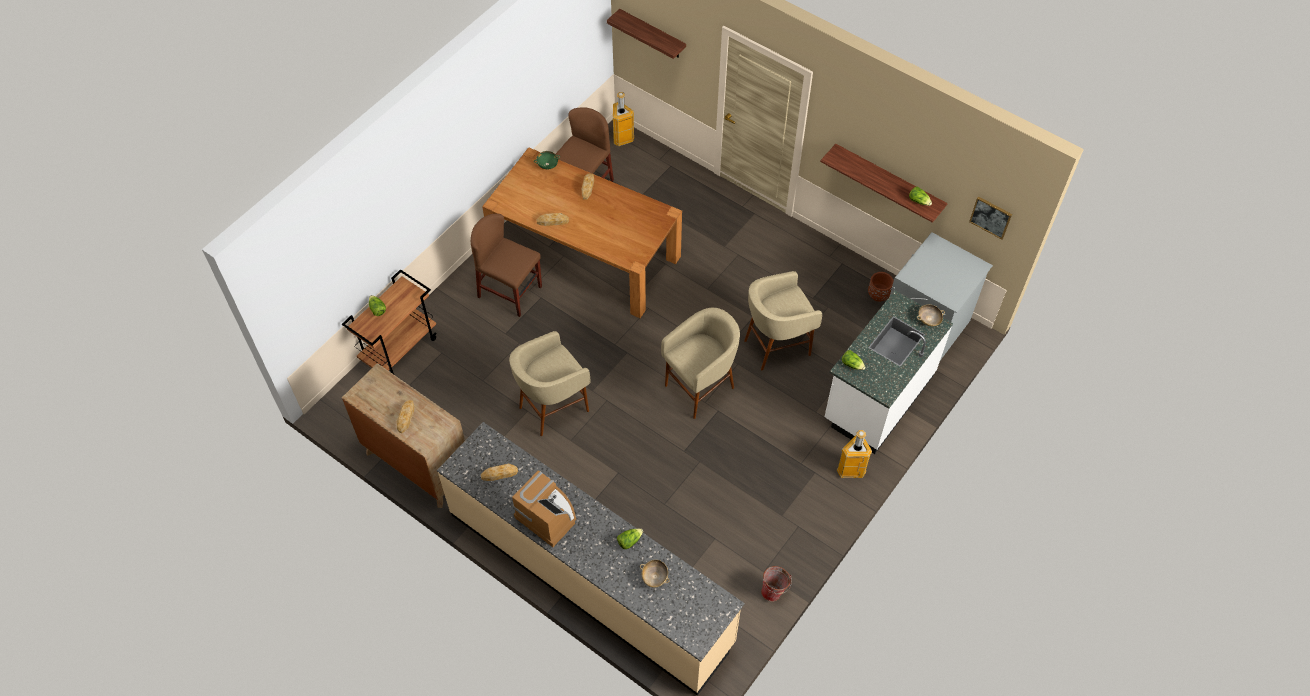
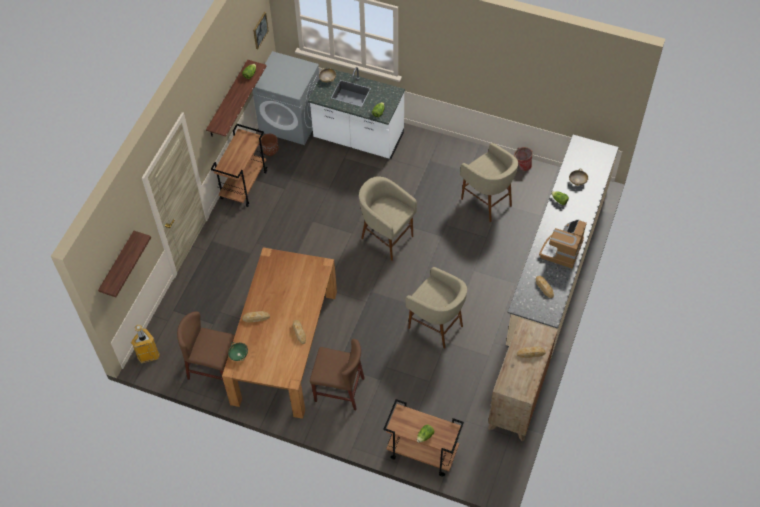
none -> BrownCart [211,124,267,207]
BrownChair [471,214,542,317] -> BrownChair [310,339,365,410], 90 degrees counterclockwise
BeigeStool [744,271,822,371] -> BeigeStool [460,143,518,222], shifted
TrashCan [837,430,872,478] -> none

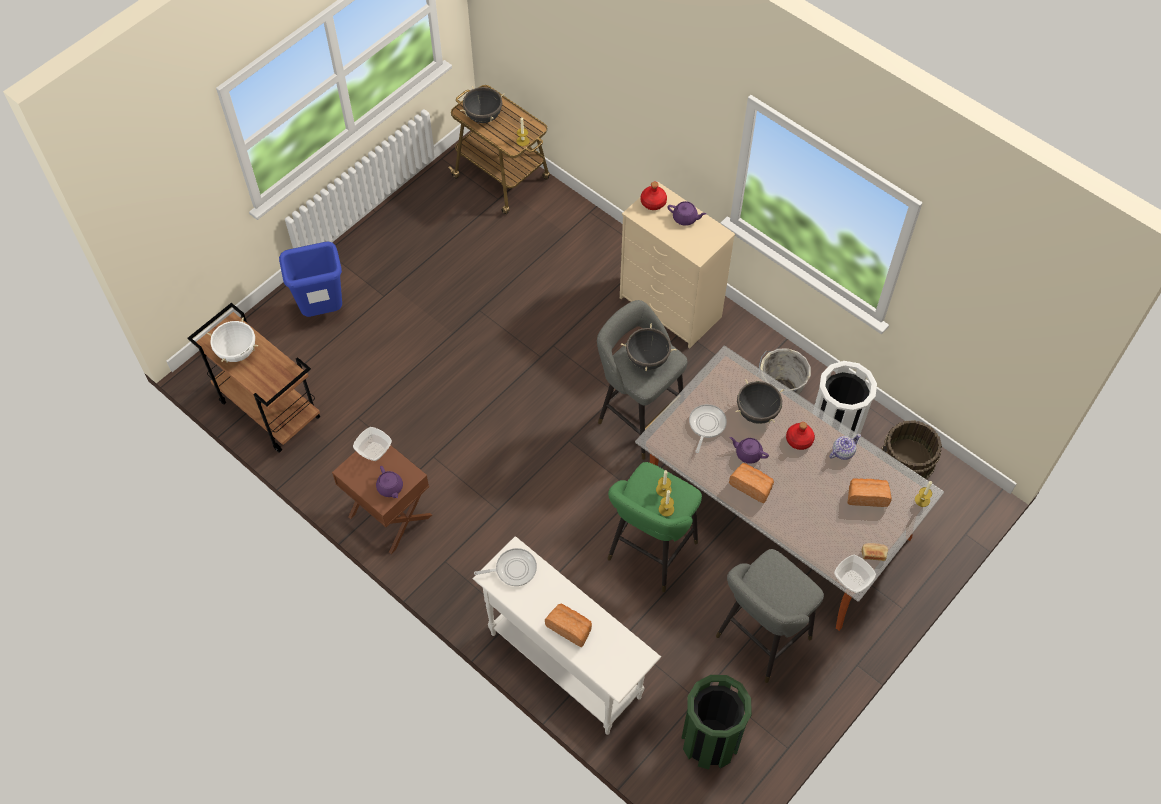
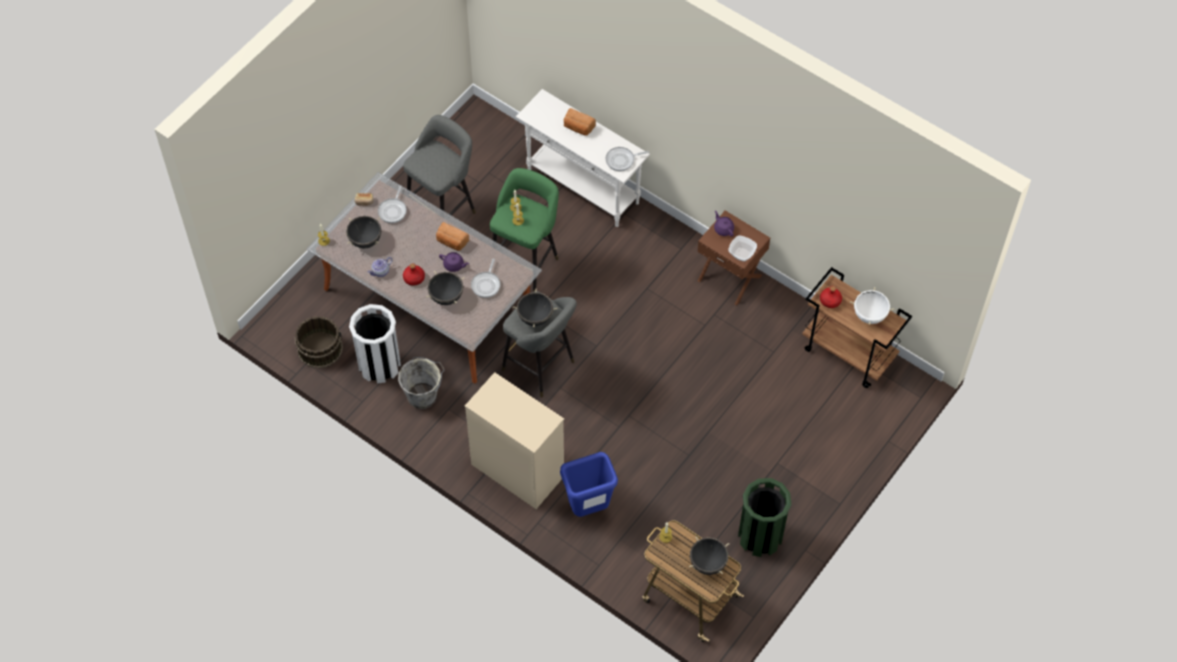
Bread [847,478,892,507] -> BlackCookingPot [346,216,381,249]
none -> FryingPan [378,186,407,223]
BlueTrashCan [279,242,342,317] -> BlueTrashCan [560,452,618,517], shifted
GreenTrashCan [681,675,752,770] -> GreenTrashCan [738,478,791,557], shifted
RedBottle [641,182,667,210] -> RedBottle [820,286,842,308], shifted
PurpleTeapot [667,201,706,226] -> none
Bowl [834,555,876,593] -> none

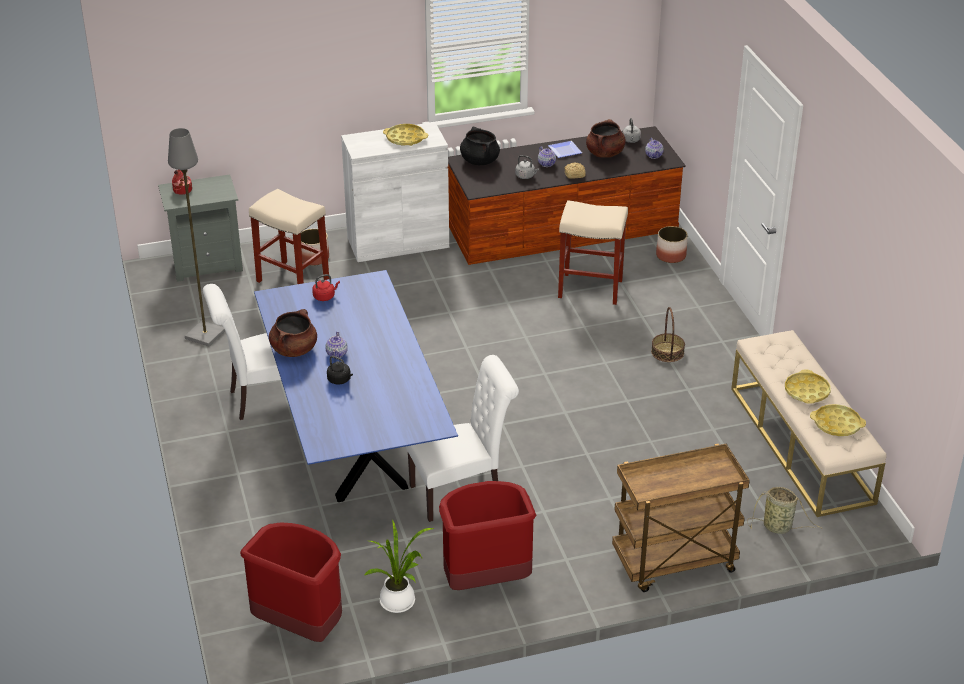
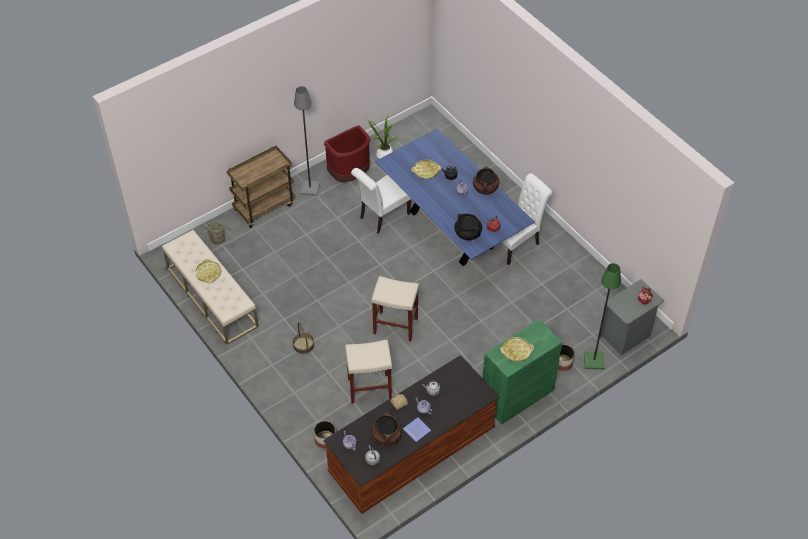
GreyFloorLamp [168,128,225,346] -> GreyFloorLamp [294,86,320,196], shifted
BeigeStool [249,189,329,284] -> BeigeStool [371,276,419,341], shifted
YellowTray [810,404,866,436] -> YellowTray [411,160,441,179], shifted
BlackCookingPot [460,127,500,165] -> BlackCookingPot [454,214,482,240], shifted
WhiteCabinet [341,122,449,262] -> GreenCabinet [482,319,562,425]
none -> GreenFloorLamp [584,263,621,369]
RedTrashCan [240,522,342,642] -> none

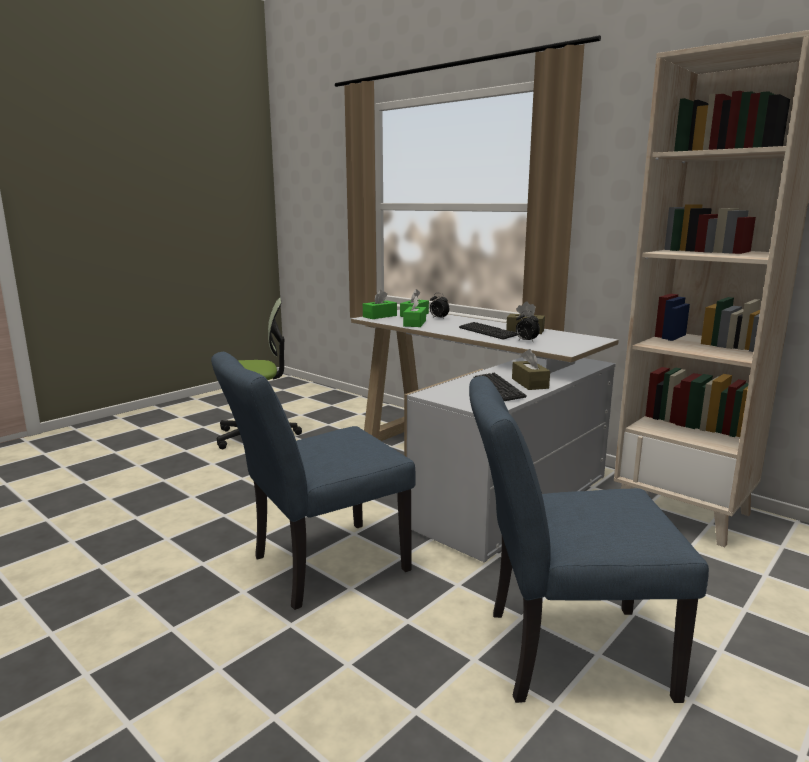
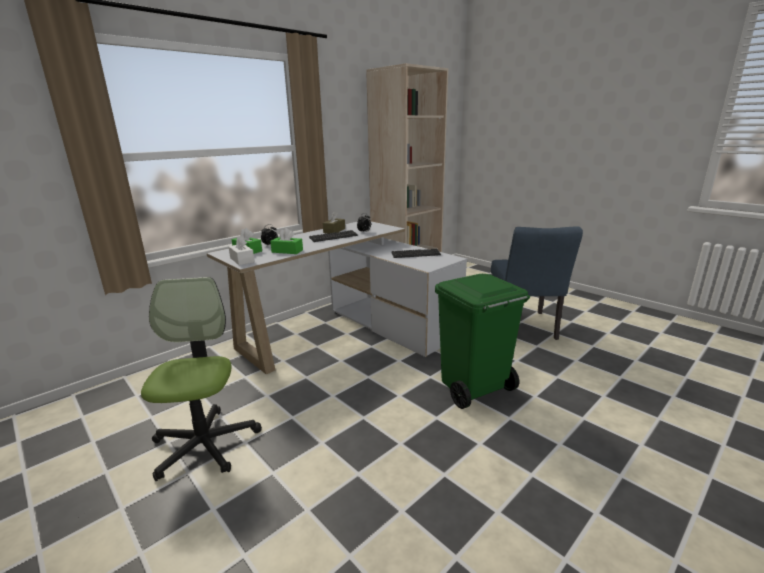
GreenTissueBox [363,290,397,319] -> WhiteTissueBox [228,236,255,265]
BlueChair [211,352,415,610] -> GreenTrashCan [435,274,530,409]
BrownTissueBox [512,349,550,390] -> none

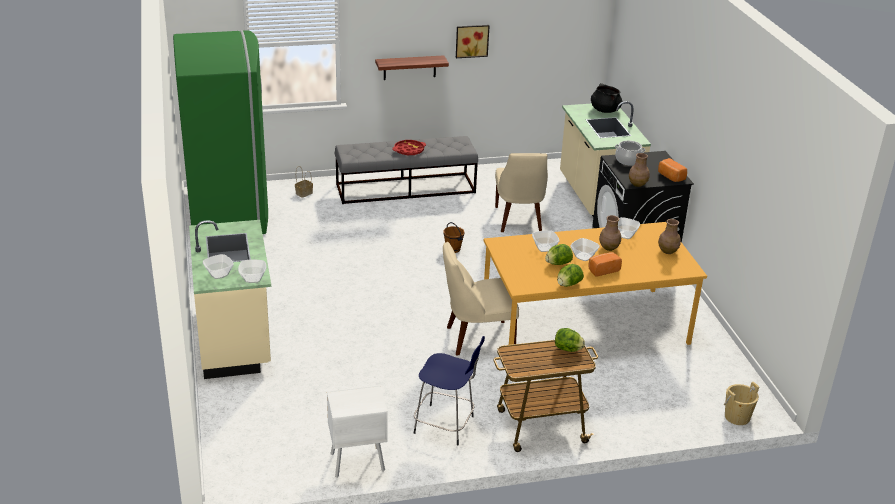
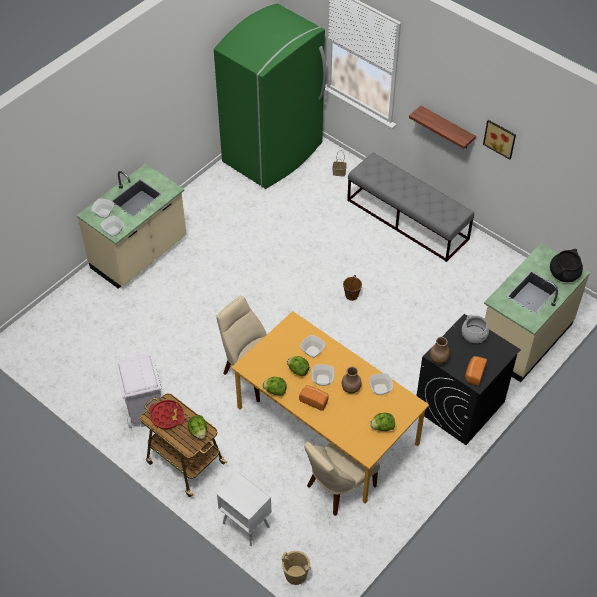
BlueStool [414,336,485,445] -> WhiteTrashCan [115,353,162,428]
RedTray [392,140,426,156] -> RedTray [149,400,185,429], shifted
WhiteNightstand [327,386,388,478] -> WhiteNightstand [217,473,271,546], shifted
BeigeChair [495,153,548,232] -> BeigeChair [304,441,380,516], shifted
BrownVase [658,219,681,254] -> Lettuce [370,413,395,431]

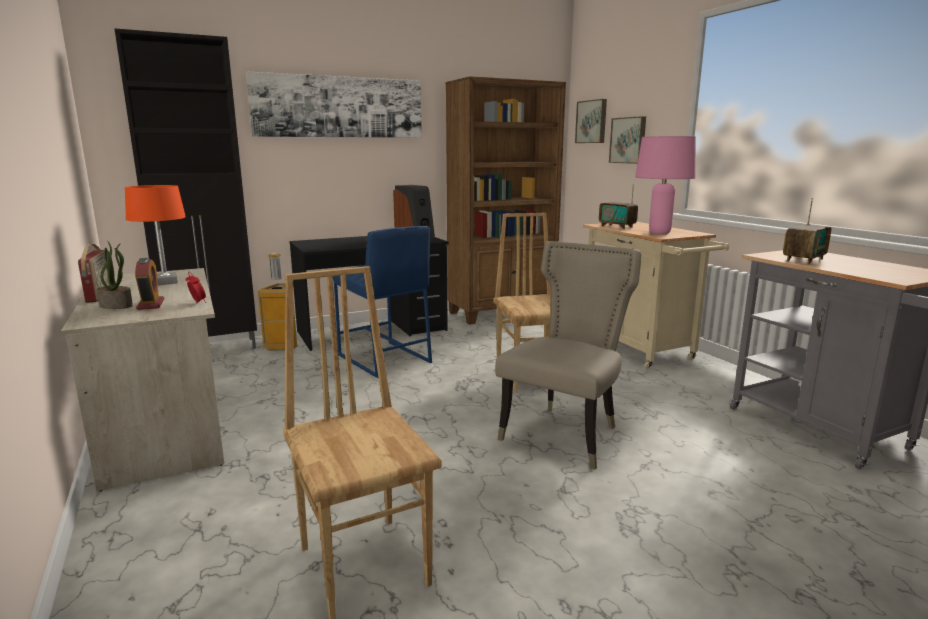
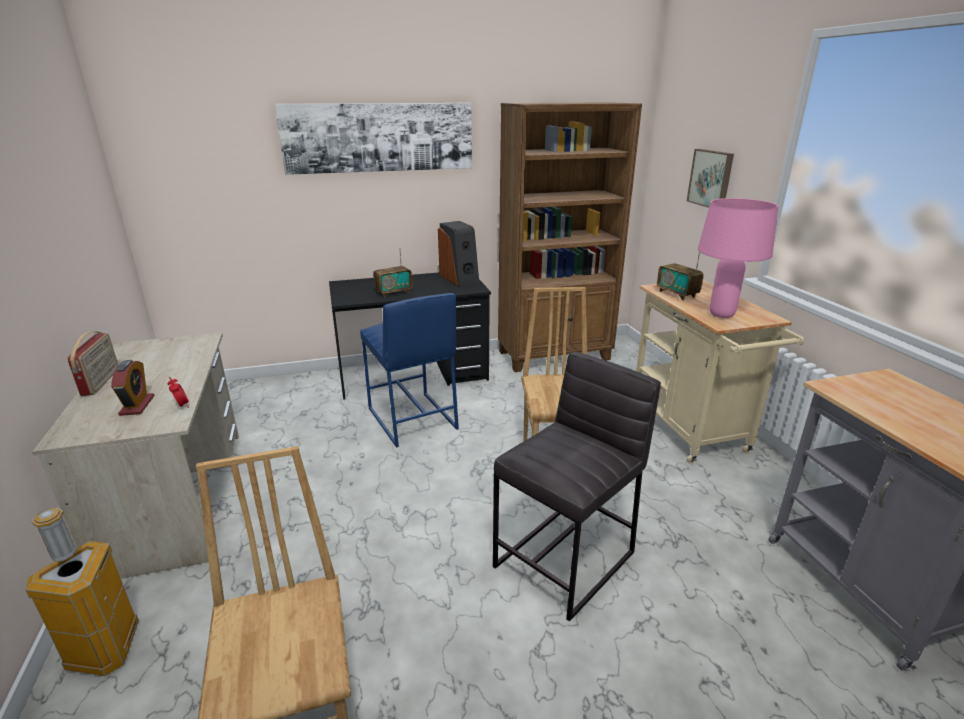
TrashCan [258,253,297,350] -> TrashCan [25,508,139,676], shifted
Radio [783,198,832,264] -> Radio [373,248,412,297], shifted
BeigeChair [495,241,642,470] -> GreyStool [493,352,661,622]
PottedPlant [96,240,133,309] -> none
BlackCabinet [114,28,257,349] -> none
OrangeTableLamp [125,185,186,285] -> none
Picture [575,99,607,143] -> none

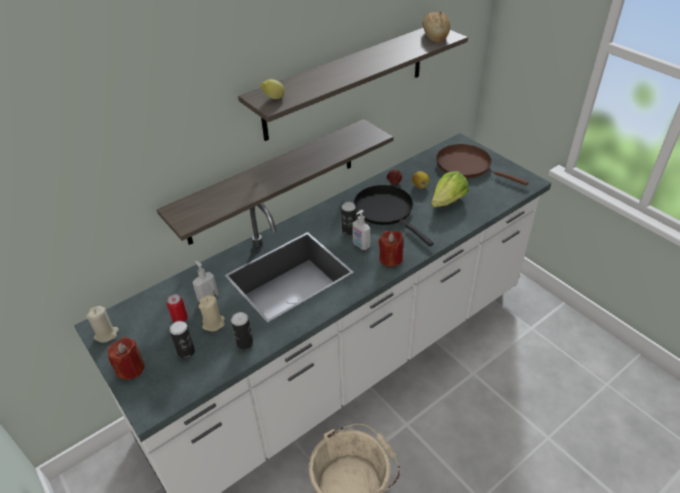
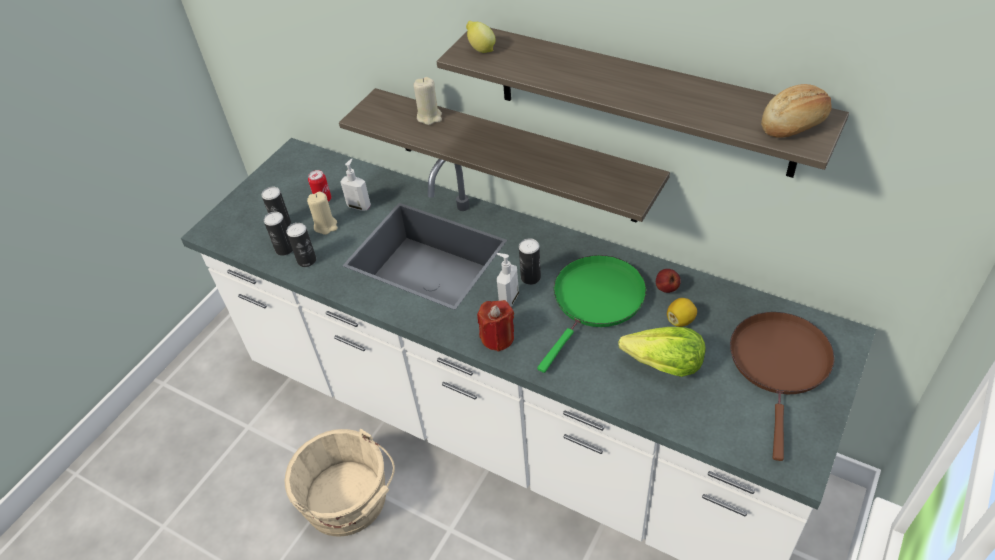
none -> Can [264,212,293,256]
BeigeCandle [86,306,119,343] -> BeigeCandle [413,77,442,125], shifted
BlackFryingPan [353,185,434,246] -> GreenFryingPan [537,255,646,373]
RedCandle [108,337,145,380] -> none

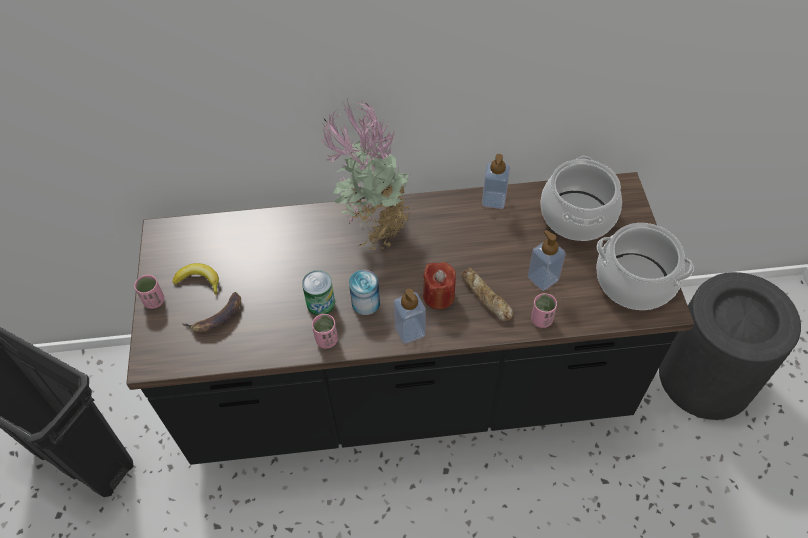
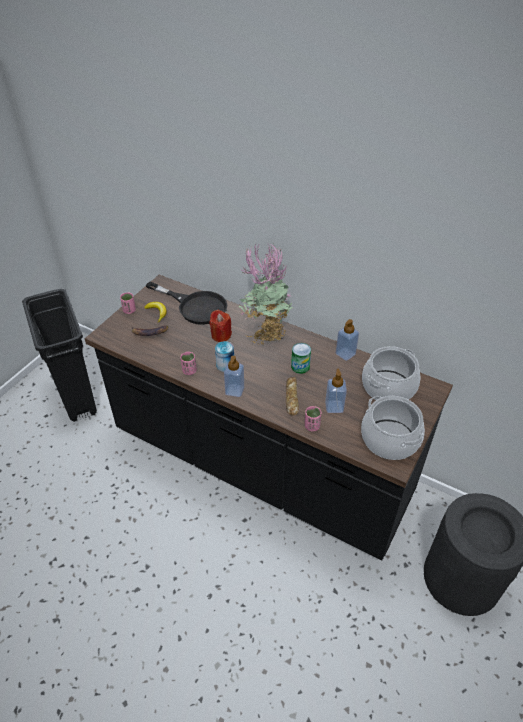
none -> BlackFryingPan [145,281,227,325]
RedCandle [423,262,456,310] -> RedCandle [209,310,232,342], shifted
Can [302,270,335,316] -> Can [291,343,311,374], shifted

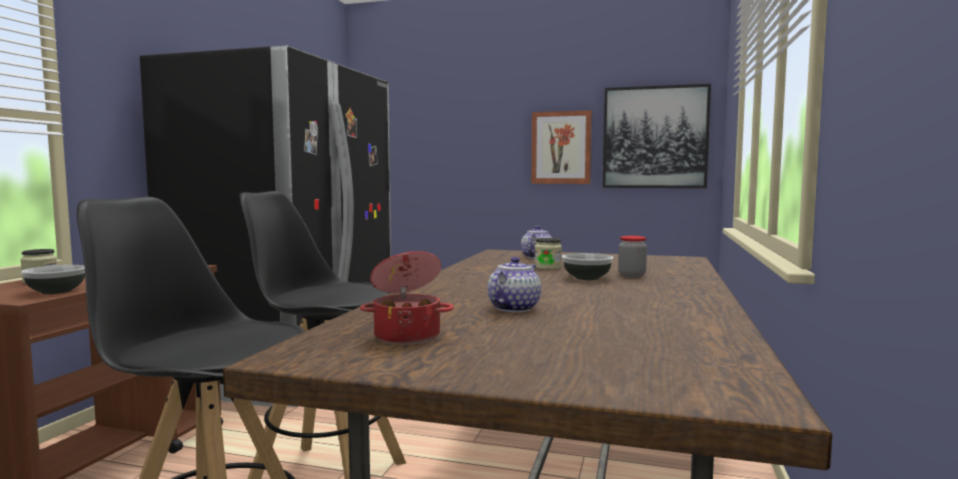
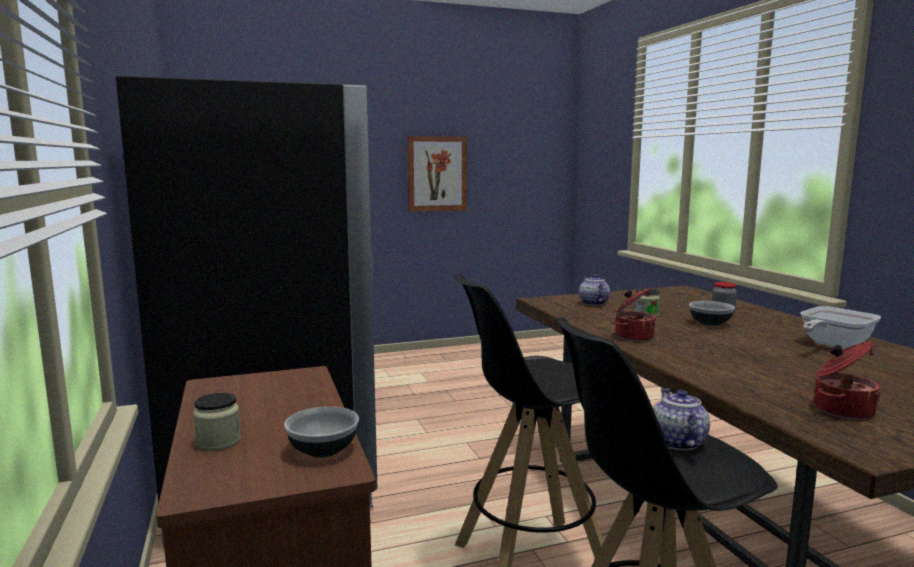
none -> CookingPot [613,287,657,341]
Teapot [487,257,541,312] -> Teapot [653,388,710,450], shifted
none -> FryingPan [800,306,881,349]
Picture [602,84,711,188] -> none

